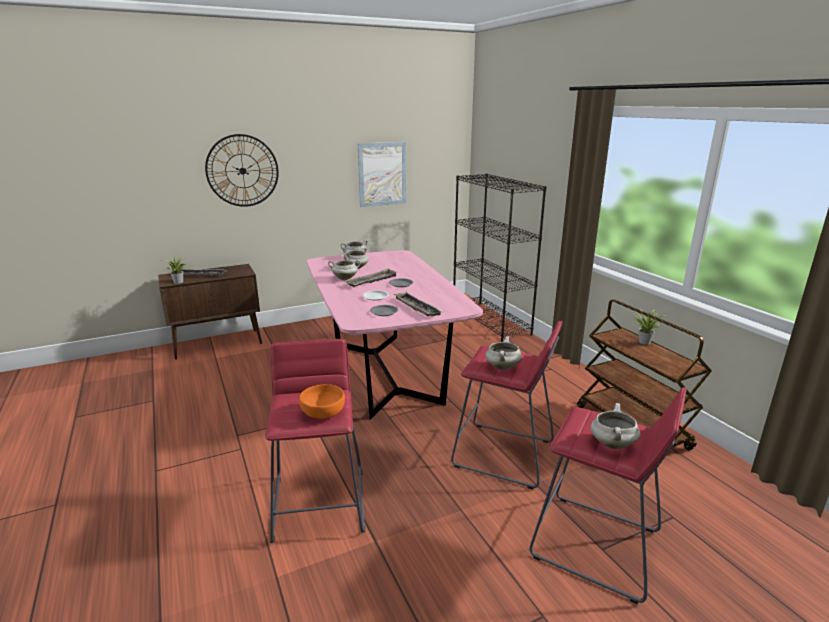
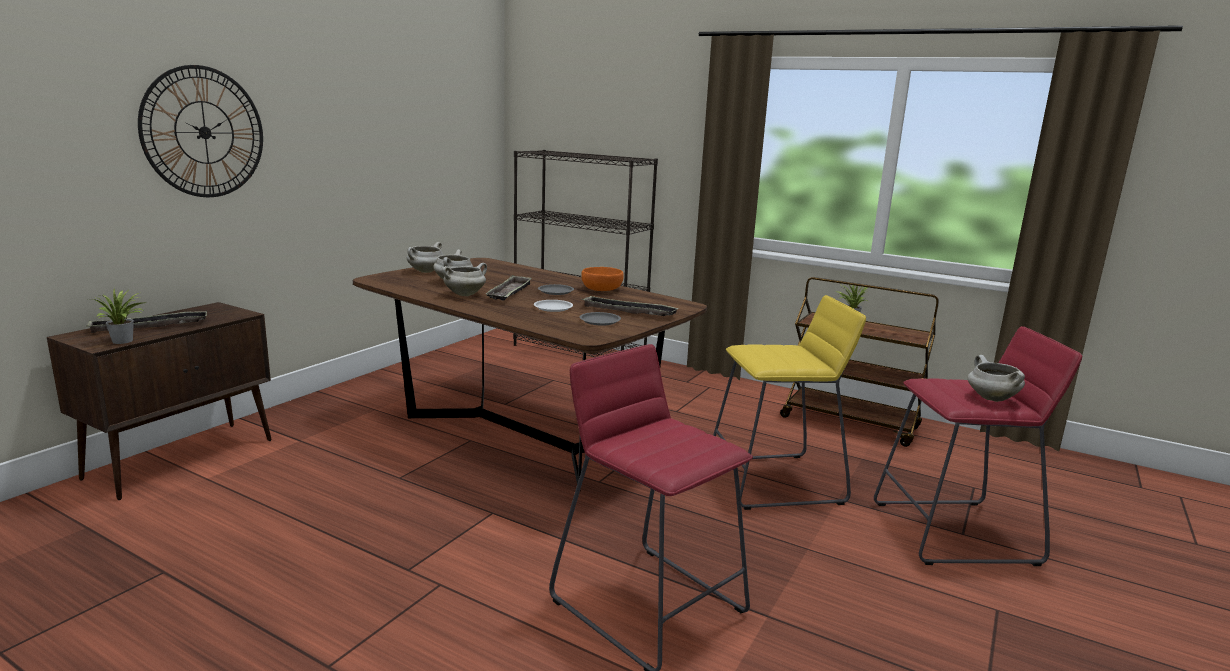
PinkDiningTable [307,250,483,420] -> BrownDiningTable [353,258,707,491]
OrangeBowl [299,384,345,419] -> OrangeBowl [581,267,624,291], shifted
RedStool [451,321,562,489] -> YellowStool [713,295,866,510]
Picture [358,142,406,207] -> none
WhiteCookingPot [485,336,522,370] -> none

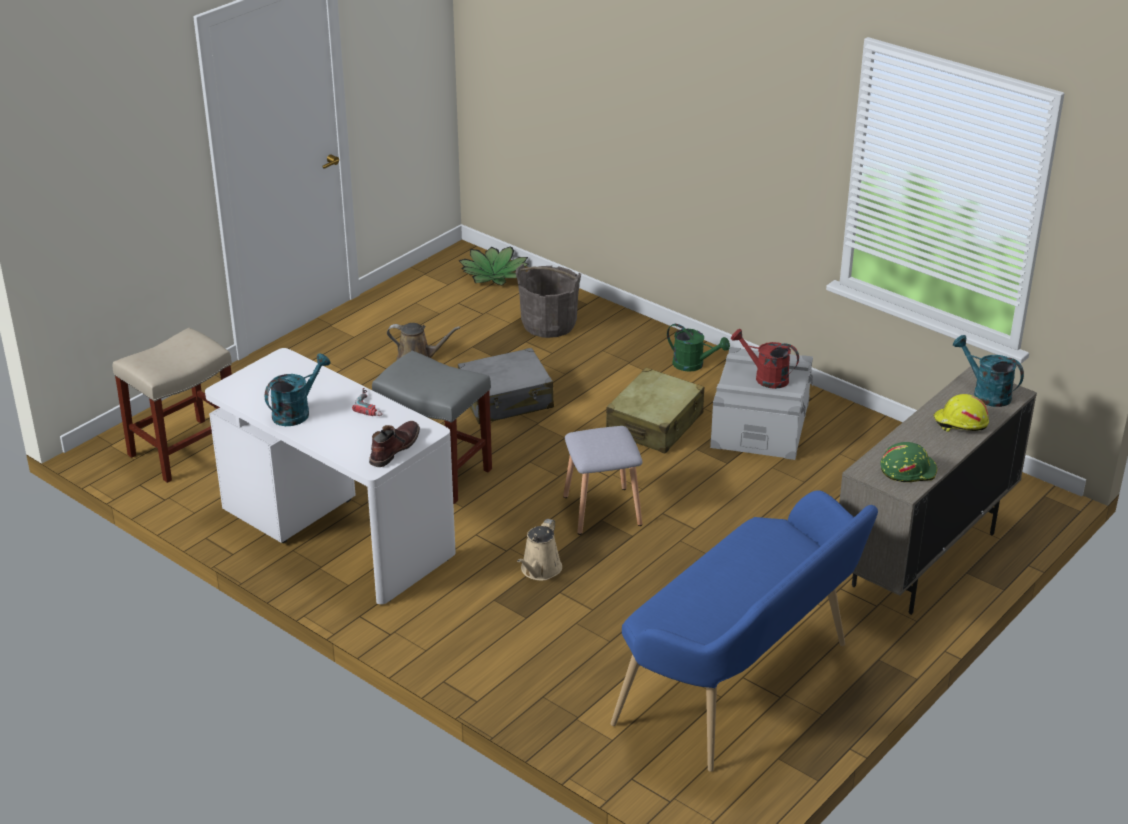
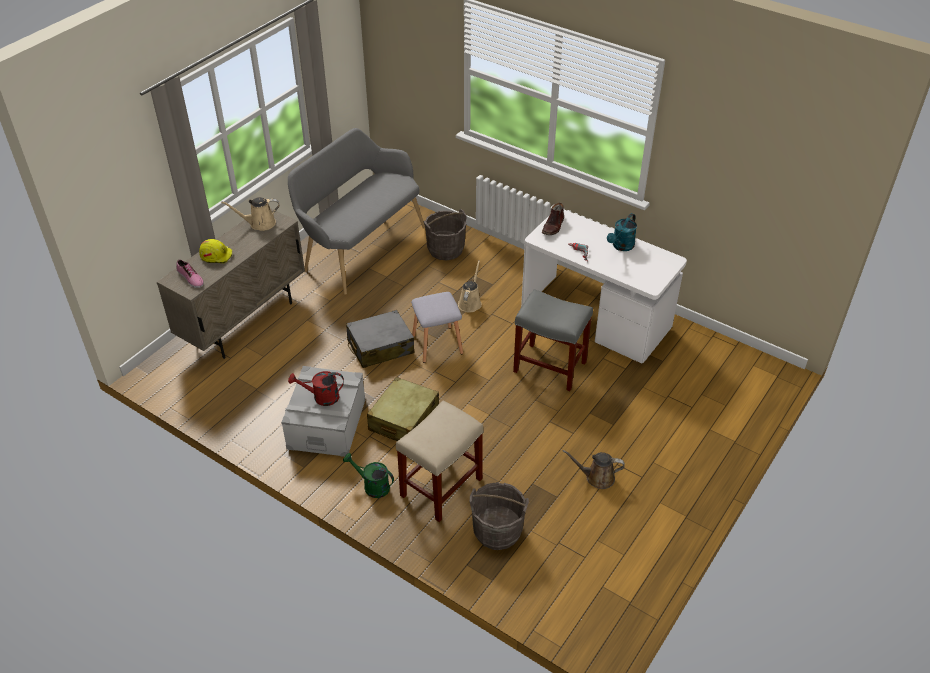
TurquoiseWateringCan [953,335,1024,407] -> Shoe [176,260,204,288]
GreenHardHat [880,442,937,482] -> BeigeWateringCan [221,197,279,231]
BlueBench [611,490,878,772] -> GreyBench [288,128,425,295]
RedWateringCan [731,329,799,389] -> RedWateringCan [288,371,344,406], 150 degrees clockwise
GreySuitcase [458,348,554,424] -> GreySuitcase [346,310,414,368], shifted
BeigeStool [113,328,232,483] -> BeigeStool [396,401,484,522], shifted
none -> GreyBucket [423,209,467,260]
PottedPlant [458,247,529,286] -> none

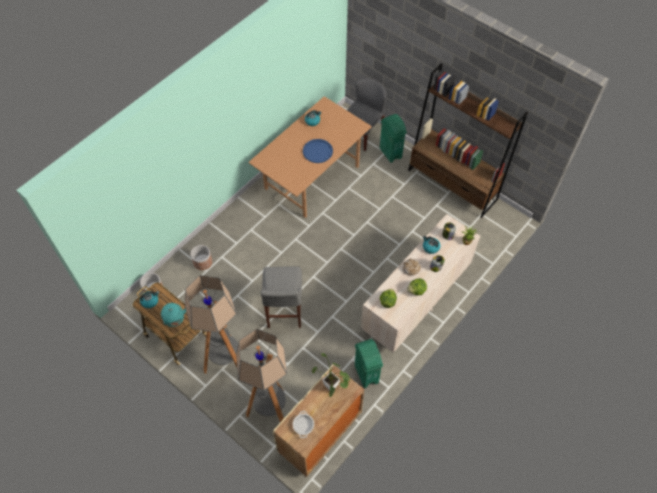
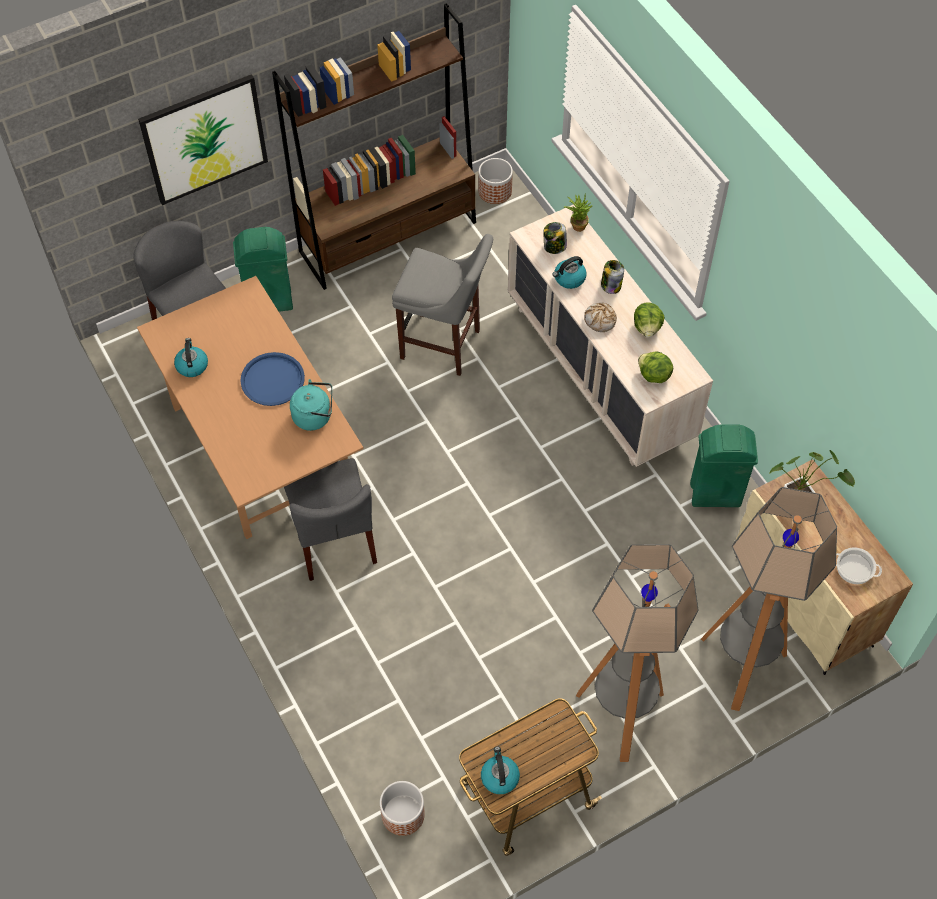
none -> Picture [138,74,268,205]
none -> GreyChair [284,458,377,581]
TurquoiseKettle [161,303,186,327] -> TurquoiseKettle [290,379,332,431], shifted
GreyStool [260,266,302,328] -> GreyStool [392,234,493,376], shifted
Planter [191,245,212,270] -> Planter [478,158,513,204], shifted

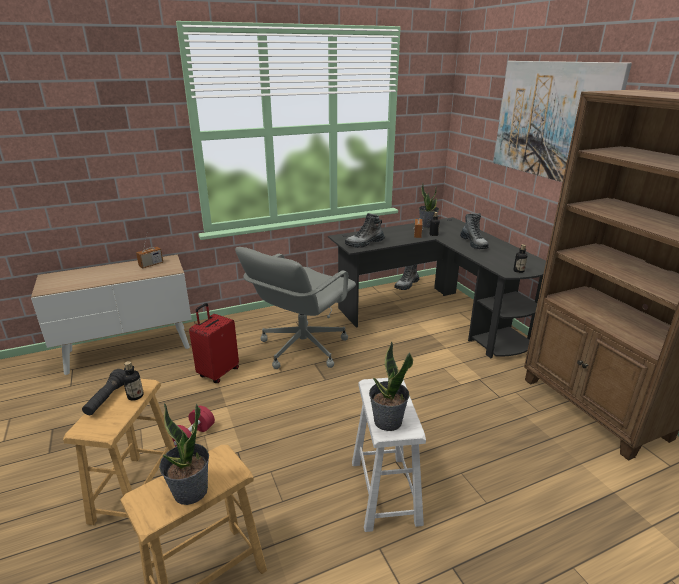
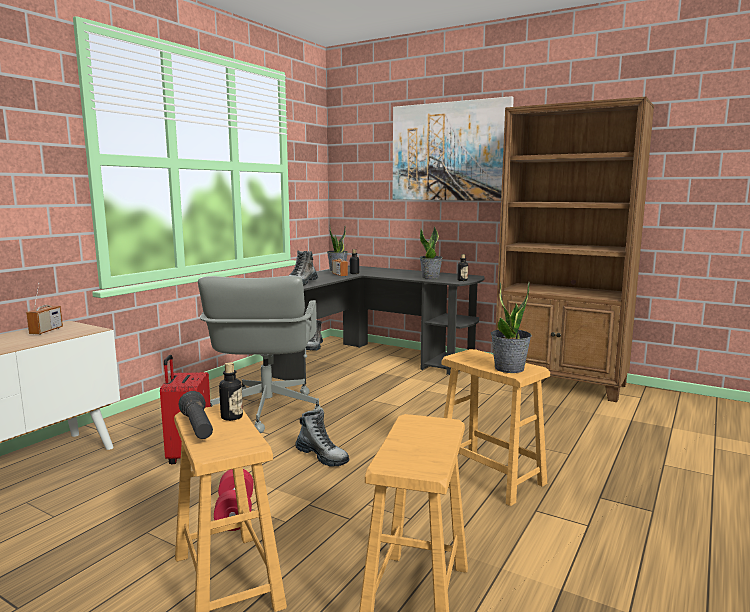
Boot [460,213,489,249] -> Boot [295,409,349,467], shifted
PottedPlant [159,403,209,505] -> PottedPlant [420,226,443,279], shifted
WhiteStool [352,378,426,532] -> BrownStool [442,349,550,506]

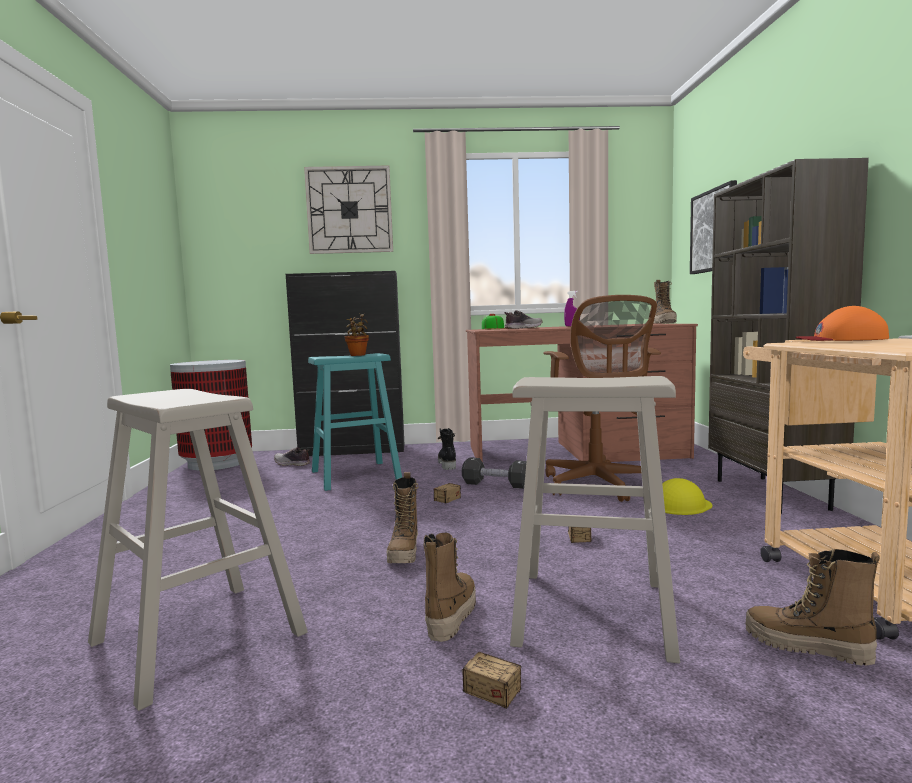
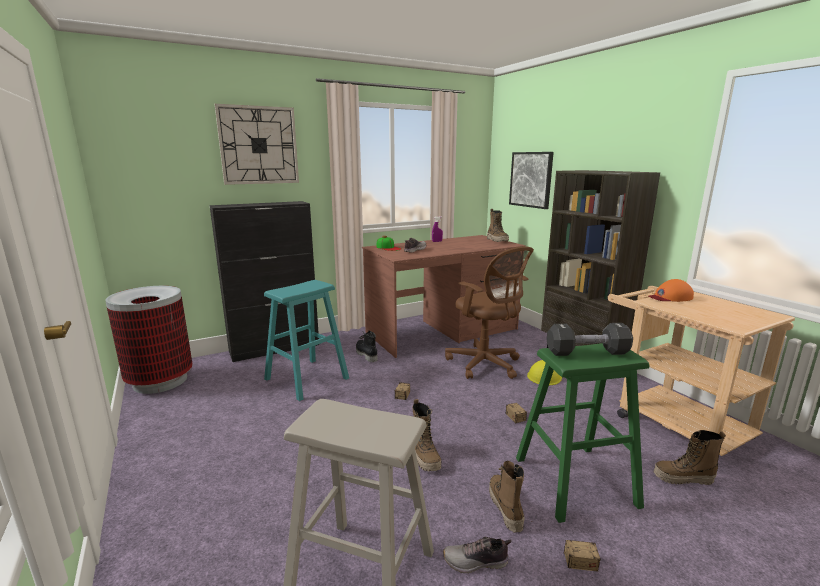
Shoe [274,447,311,466] -> Shoe [443,536,511,573], shifted
BeigeStool [510,376,680,663] -> GreenStool [516,343,649,523]
BlackDumbbell [462,457,526,489] -> BlackDumbbell [547,323,633,356], shifted
PottedPlant [344,313,369,356] -> none

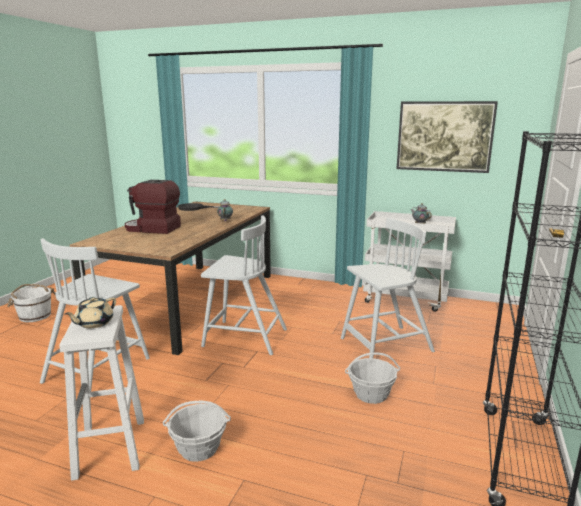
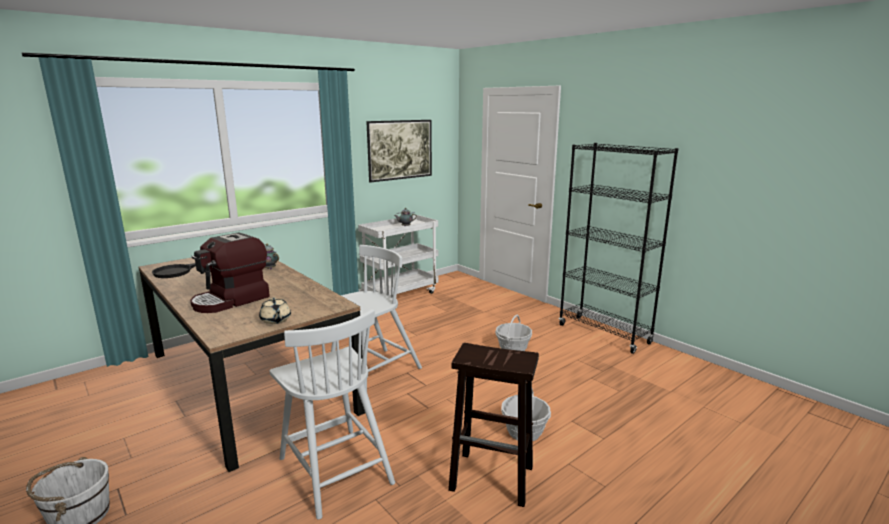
BeigeTeapot [65,297,116,328] -> BeigeTeapot [259,298,291,324], shifted
WhiteStool [59,305,144,481] -> BrownStool [448,343,539,507]
WhiteChair [341,218,435,358] -> none

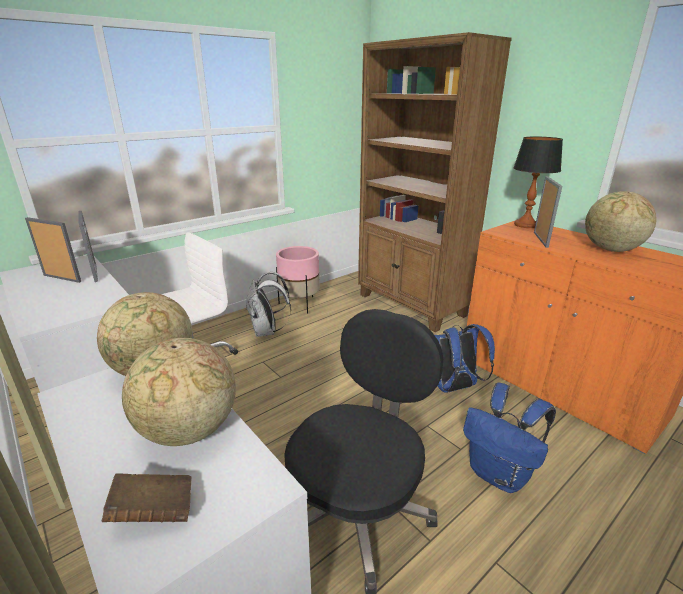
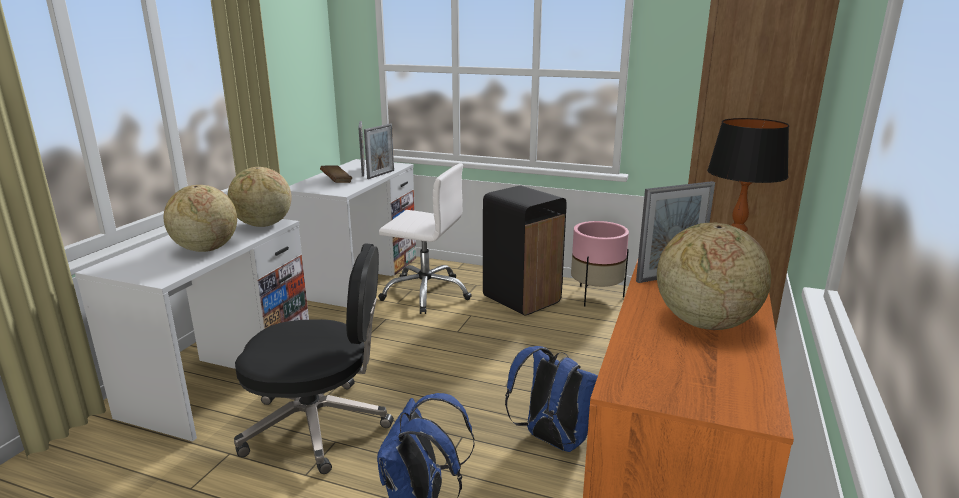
BrownBook [102,474,192,522] -> BrownBook [320,165,352,183], shifted
WhiteBackpack [246,272,291,337] -> BlackTrashCan [483,186,566,315]

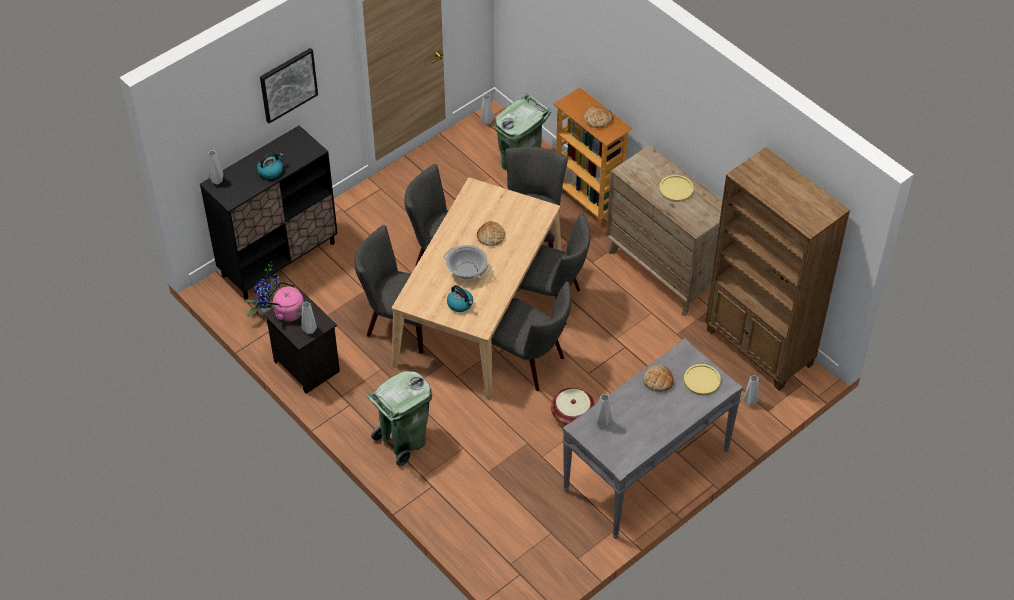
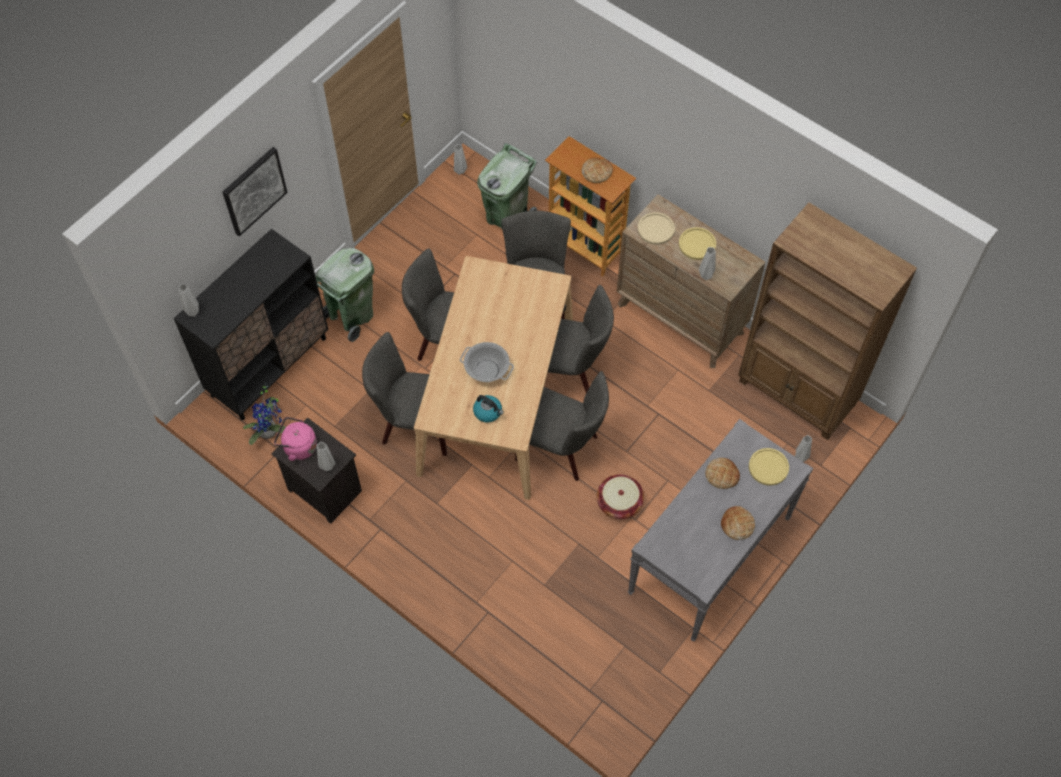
GreenTrashCan [366,371,432,467] -> GreenTrashCan [315,248,374,342], shifted
none -> BeigePlate [638,212,675,245]
GreyVase [596,394,612,427] -> GreyVase [699,247,716,280], shifted
Bread [477,221,505,246] -> Bread [721,506,755,540], shifted
Kettle [257,152,284,179] -> none

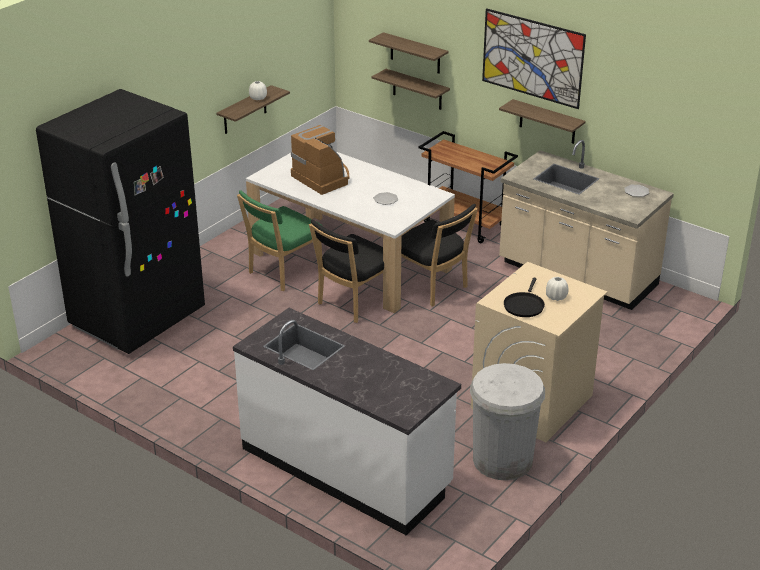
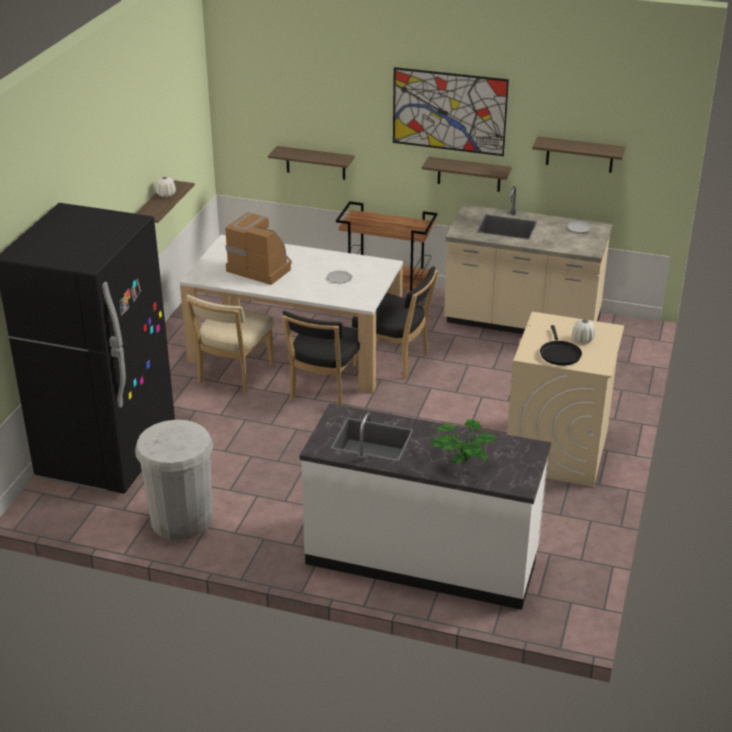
WhiteTrashCan [470,363,545,481] -> WhiteTrashCan [135,420,213,540], shifted
GreenChair [237,190,322,291] -> BeigeChair [185,295,274,394]
none -> PottedPlant [430,420,497,465]
Shelf [369,32,449,74] -> Shelf [532,136,626,173], shifted

